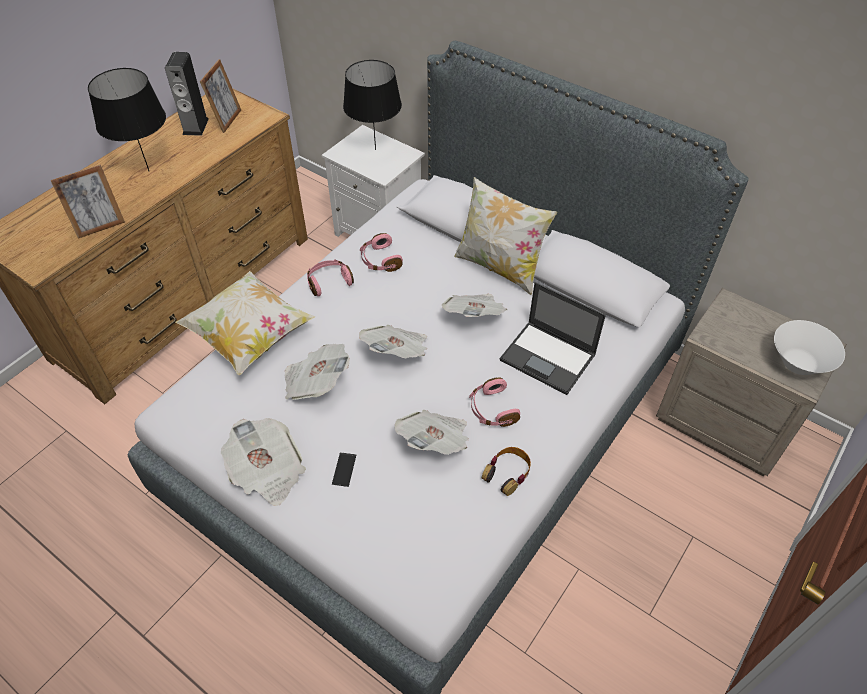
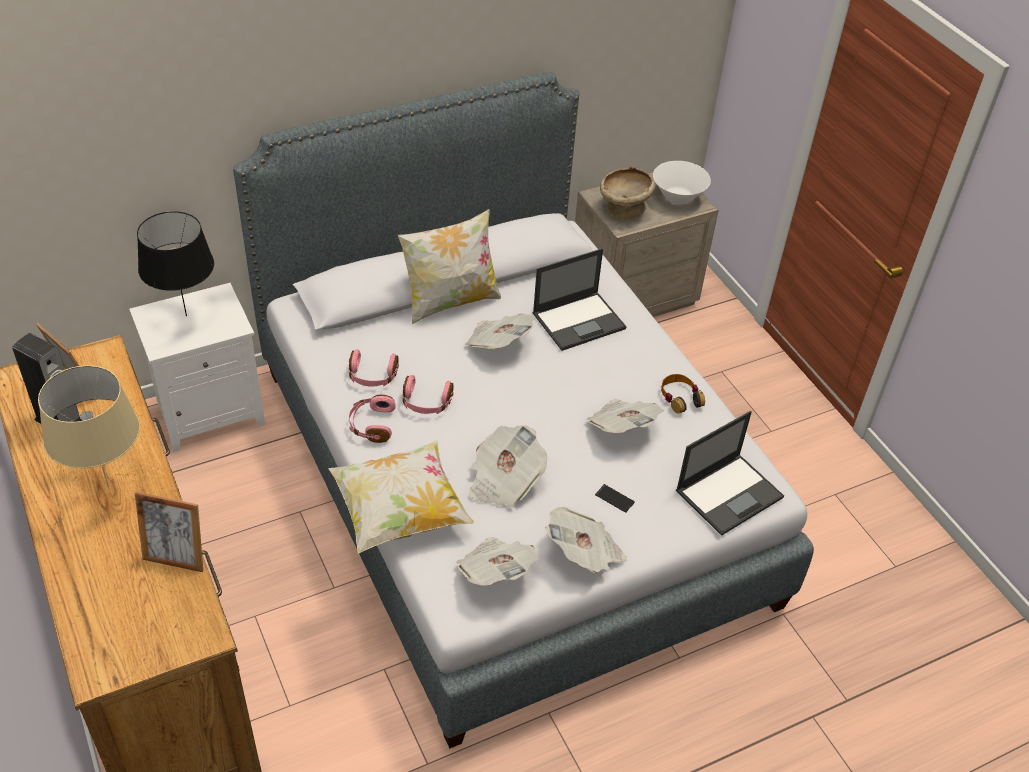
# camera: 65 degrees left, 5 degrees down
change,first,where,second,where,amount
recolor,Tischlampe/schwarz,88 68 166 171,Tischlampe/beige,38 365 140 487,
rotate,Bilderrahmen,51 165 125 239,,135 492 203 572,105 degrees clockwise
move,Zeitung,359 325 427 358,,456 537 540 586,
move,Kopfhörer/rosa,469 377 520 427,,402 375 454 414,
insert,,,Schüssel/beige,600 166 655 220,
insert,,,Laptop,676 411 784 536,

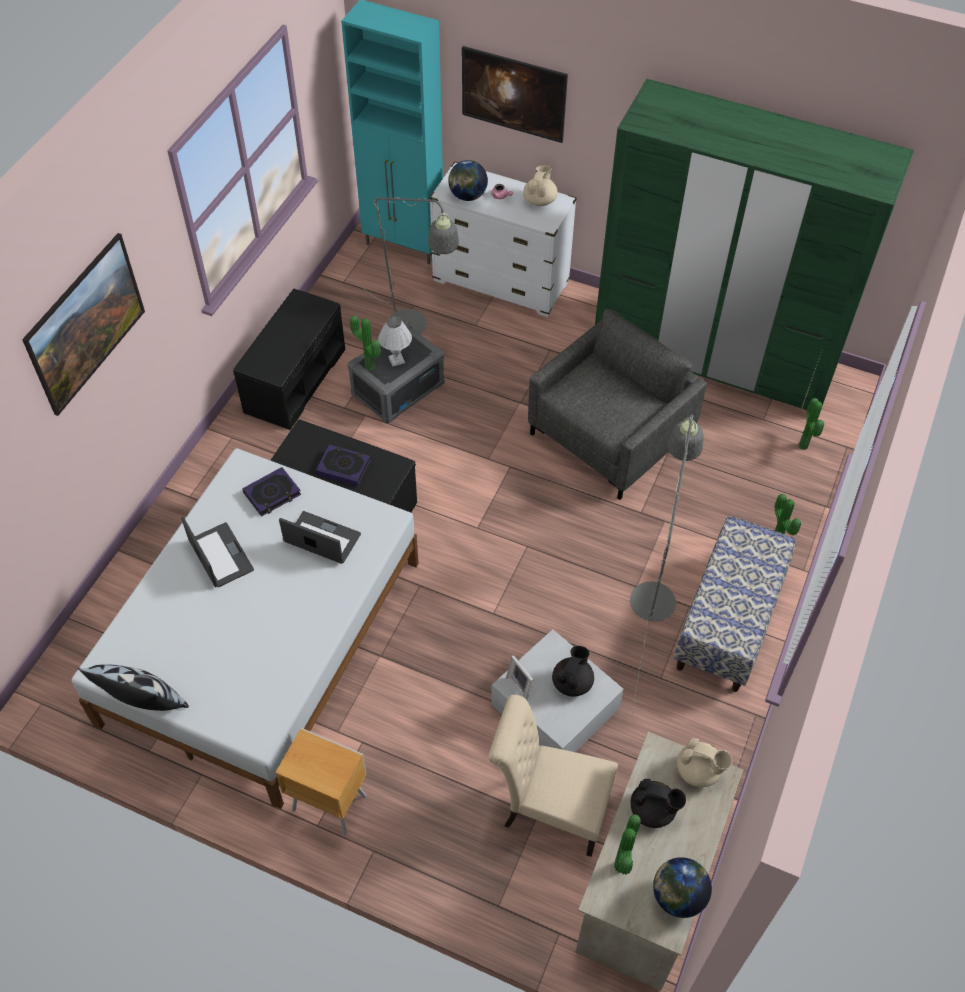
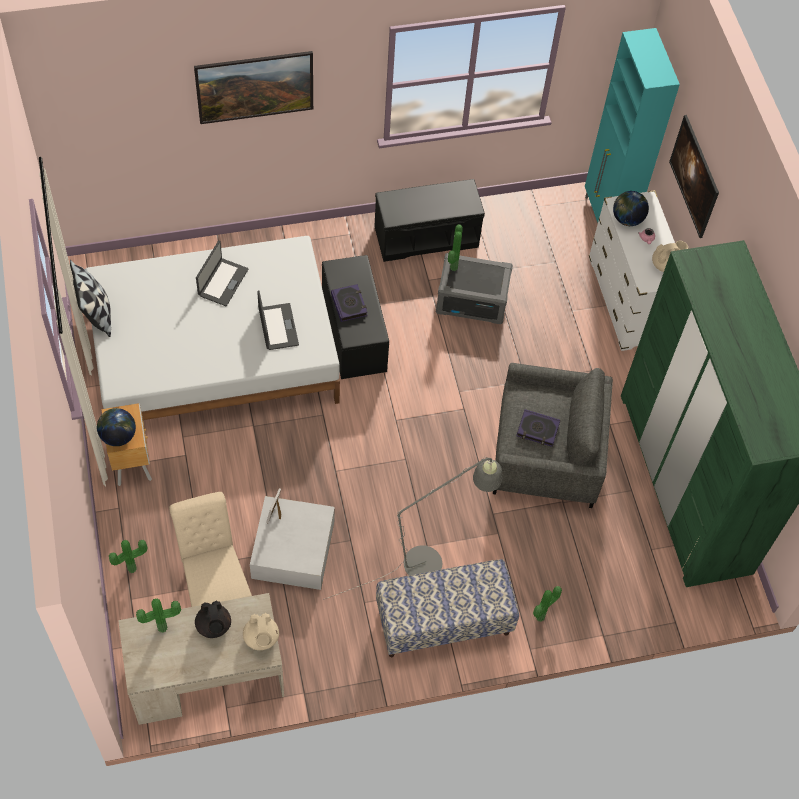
# camera: 50 degrees right, 5 degrees up
change,first,where,second,where,amount
delete,Stehlampe/grau,338 197 459 334,,,
delete,Tischlampe/weiß,378 317 412 367,,,
move,Topfpflanze,799 398 824 450,,109 540 148 573,
move,Buch,242 467 301 517,,516 409 561 447,
delete,Teekanne/schwarz,552 646 594 697,,,
move,Globus,653 857 712 918,,97 408 136 446,

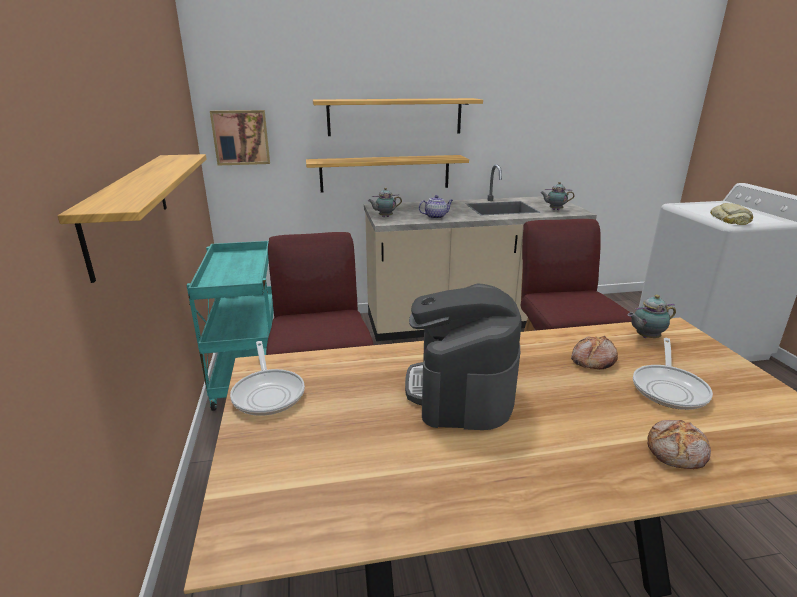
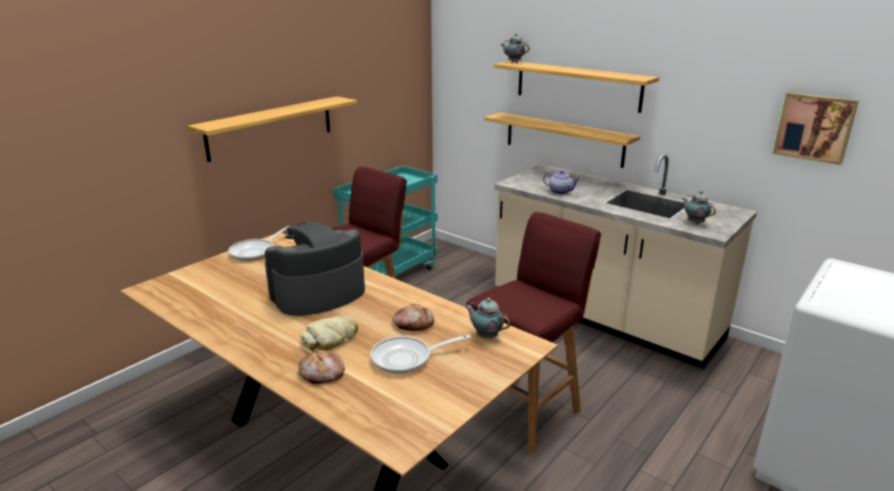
# camera: 50 degrees right, 0 degrees up
change,first,where,second,where,amount
move,Bild,210 110 270 165,,773 92 859 165,
move,Teekanne,368 188 402 217,,500 34 530 63,
move,Brot,710 203 753 225,,301 316 358 351,

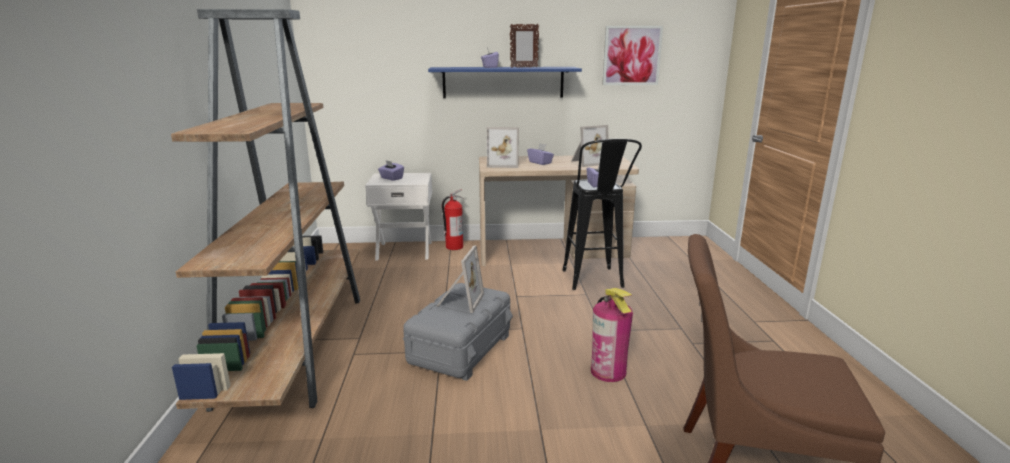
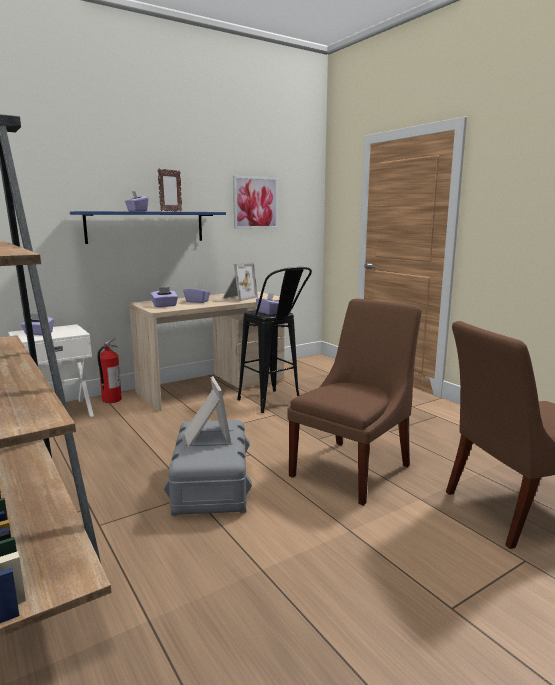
# camera: 30 degrees left, 5 degrees down
change,first,where,second,where,amount
replace,Bilderrahmen,487 127 519 168,Taschentuchbox/lila,150 287 178 307,
replace,Feuerlöscher,591 288 633 382,Stuhl/braun,287 298 422 506,

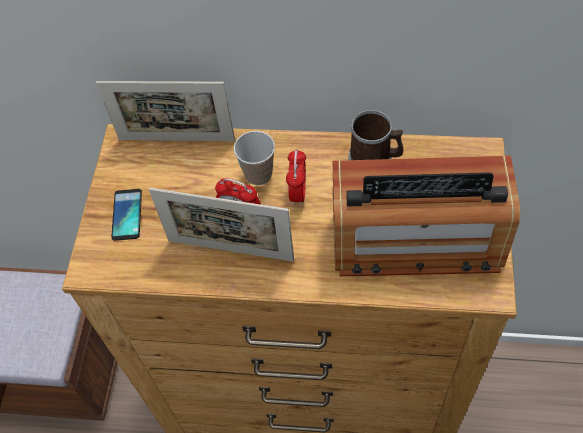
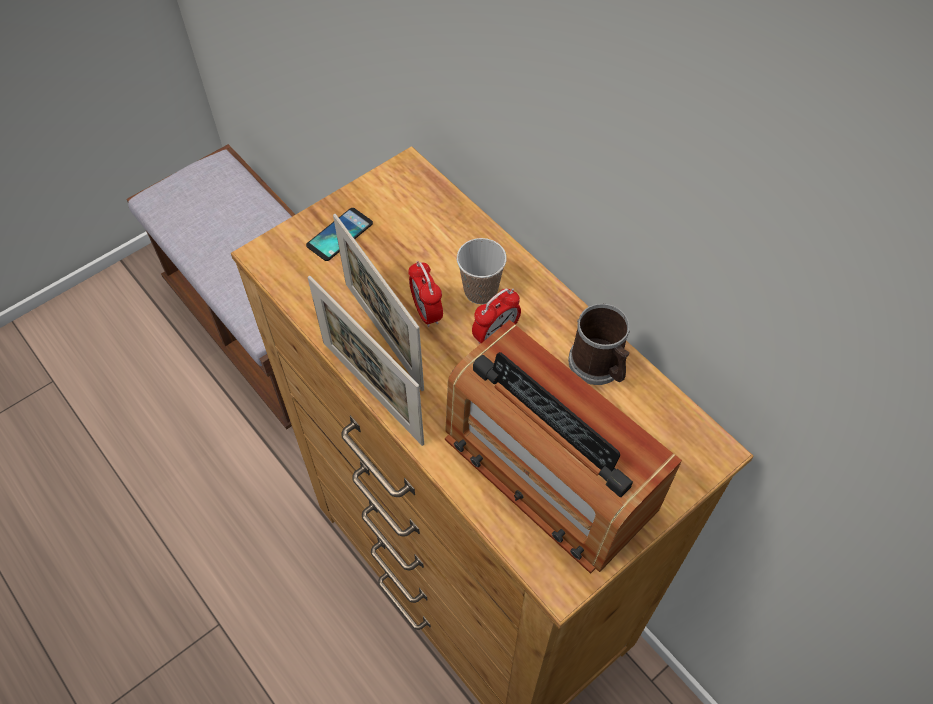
# camera: 40 degrees right, 0 degrees up
change,first,where,second,where,amount
move,Bilderrahmen,96 81 235 141,,308 276 424 446,

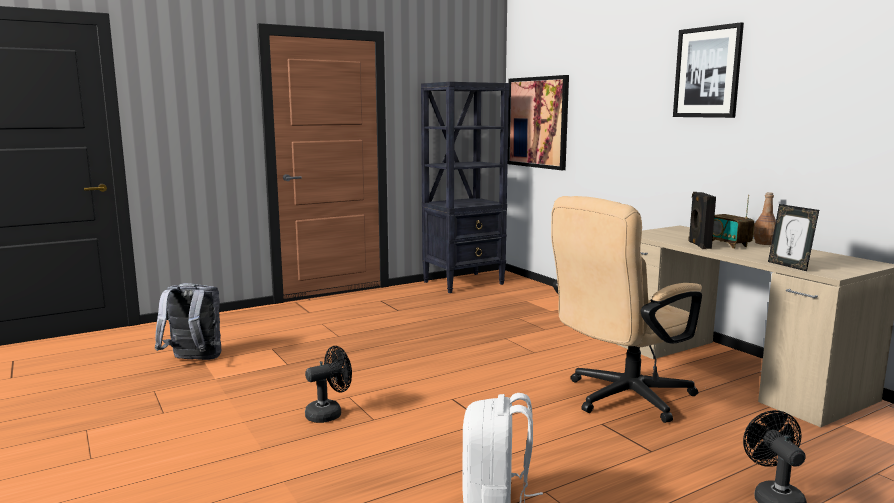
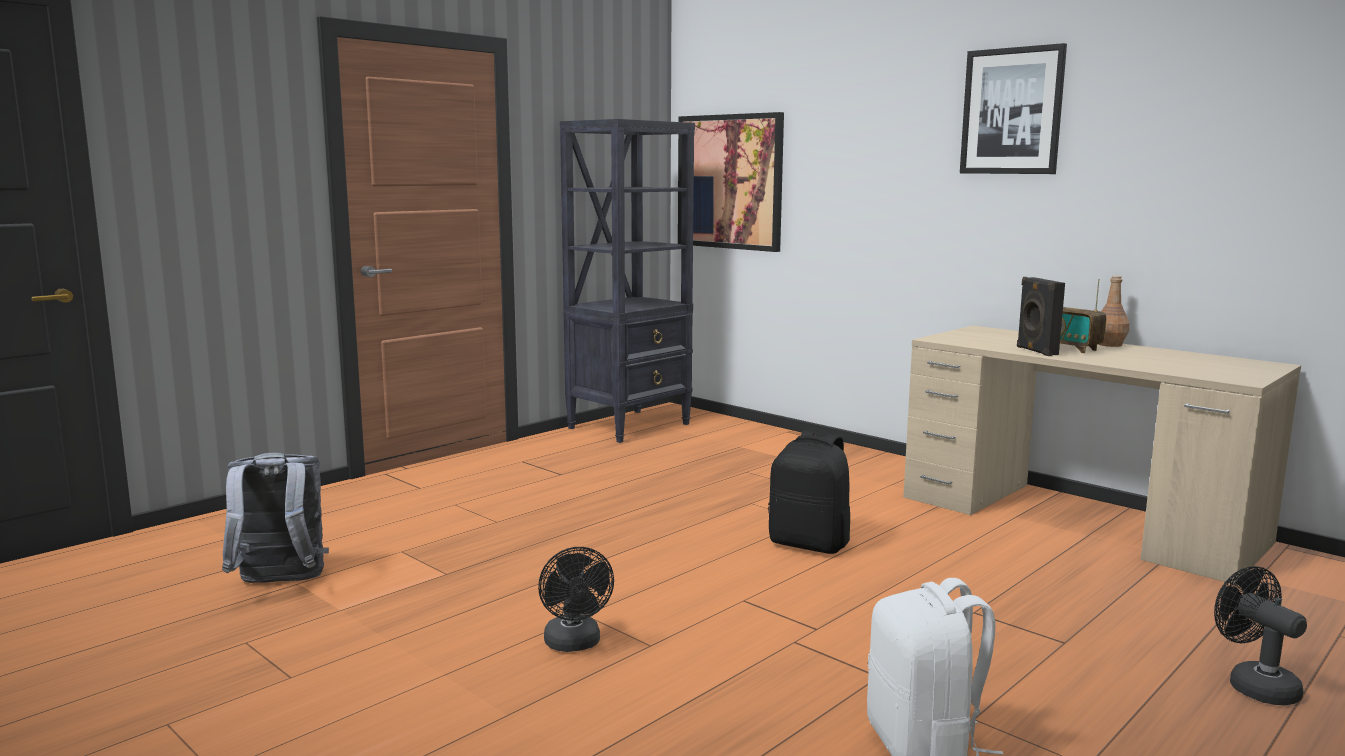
# camera: 15 degrees left, 0 degrees up
change,first,where,second,where,amount
delete,Bürostuhl/beige,551 196 702 423,,,
delete,Bilderrahmen,768 204 819 271,,,
rotate,Ventilator/schwarz,305 346 352 423,,538 547 614 652,120 degrees clockwise
insert,,,Rucksack/schwarz,768 431 850 554,

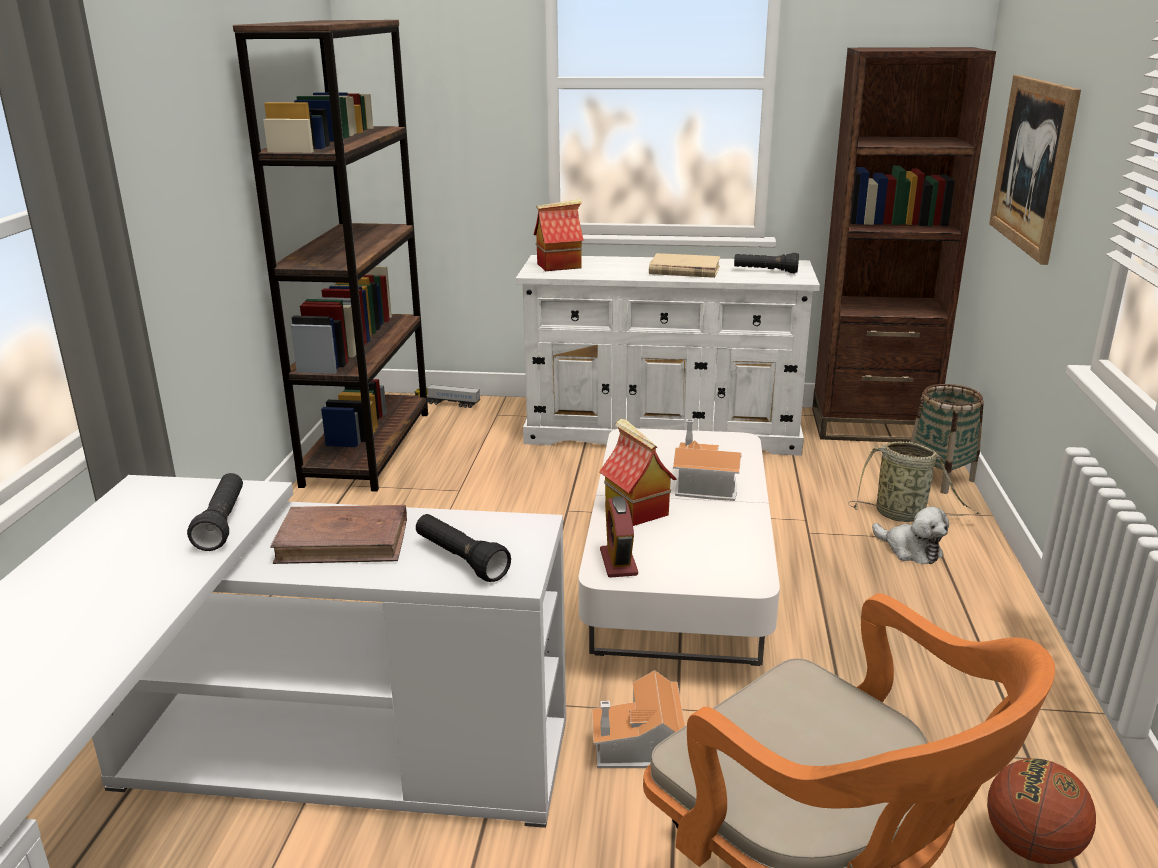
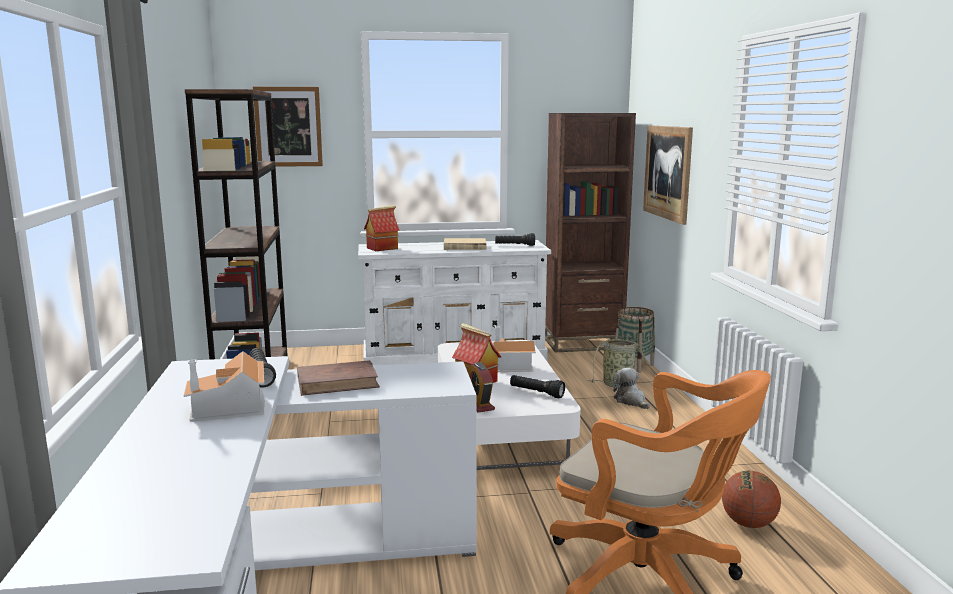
# camera: 15 degrees left, 10 degrees down
change,first,where,second,where,amount
delete,Spielzeuglaster,414 384 480 408,,,
rotate,Plüschtier,872 507 949 564,,614 368 650 409,150 degrees counterclockwise
move,Taschenlampe/schwarz,416 514 511 582,,510 375 565 398,
move,Spielzeughaus,592 670 685 768,,184 351 264 422,
insert,,,Bild,253 87 323 167,

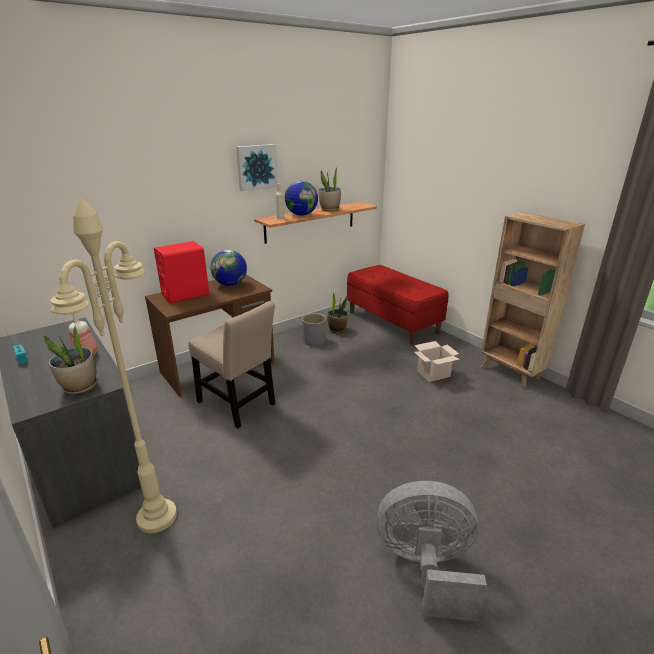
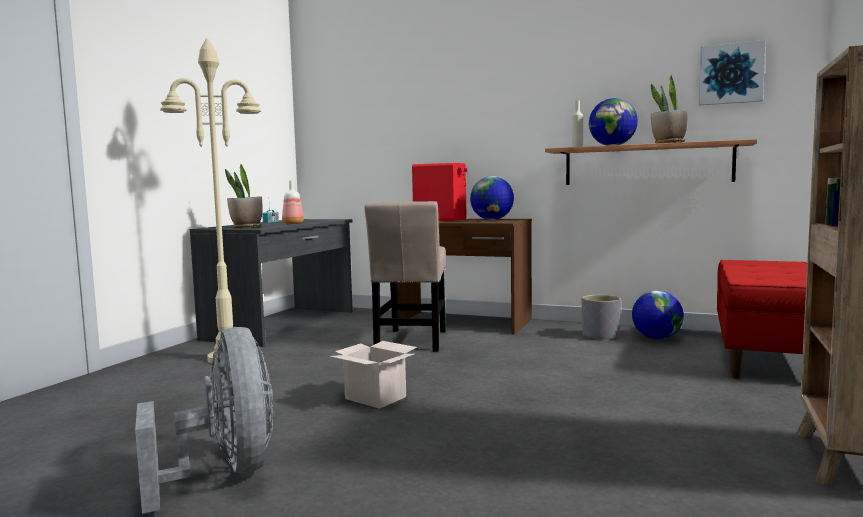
# camera: 60 degrees right, 20 degrees down
change,first,where,second,where,amount
move,Bild,236 144 278 192,,699 40 765 105,
replace,Topfpflanze,328 292 348 334,Globus,632 291 684 340,
move,Karton,414 341 460 382,,329 341 417 409,

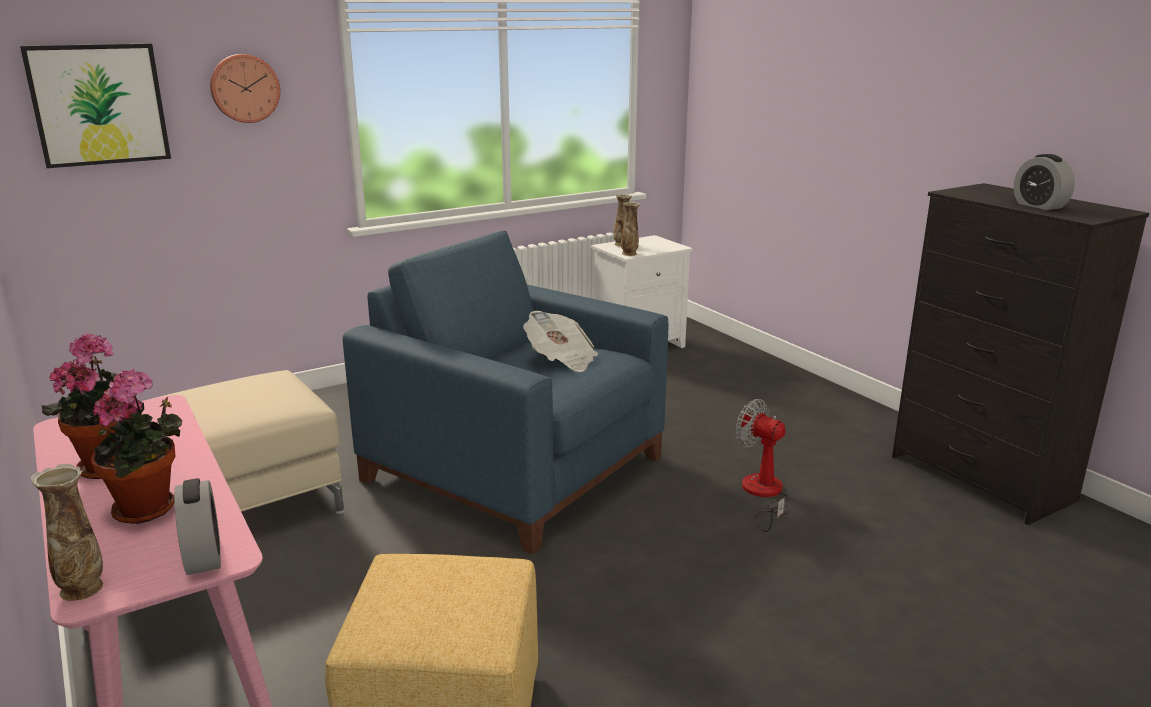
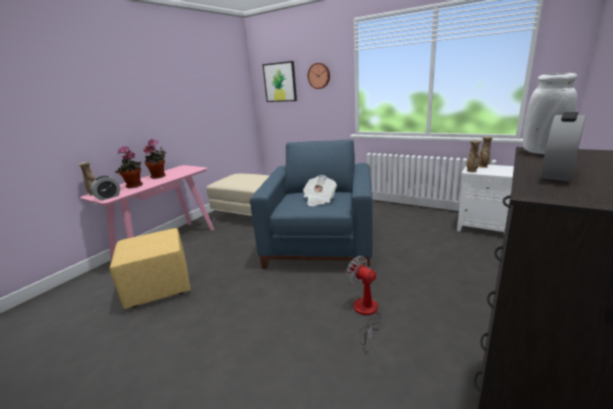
# camera: 65 degrees right, 0 degrees up
change,first,where,second,where,amount
rotate,Ventilator,736 399 791 532,,346 256 381 346,60 degrees counterclockwise
insert,,,Vase/weiß,523 73 577 154,

